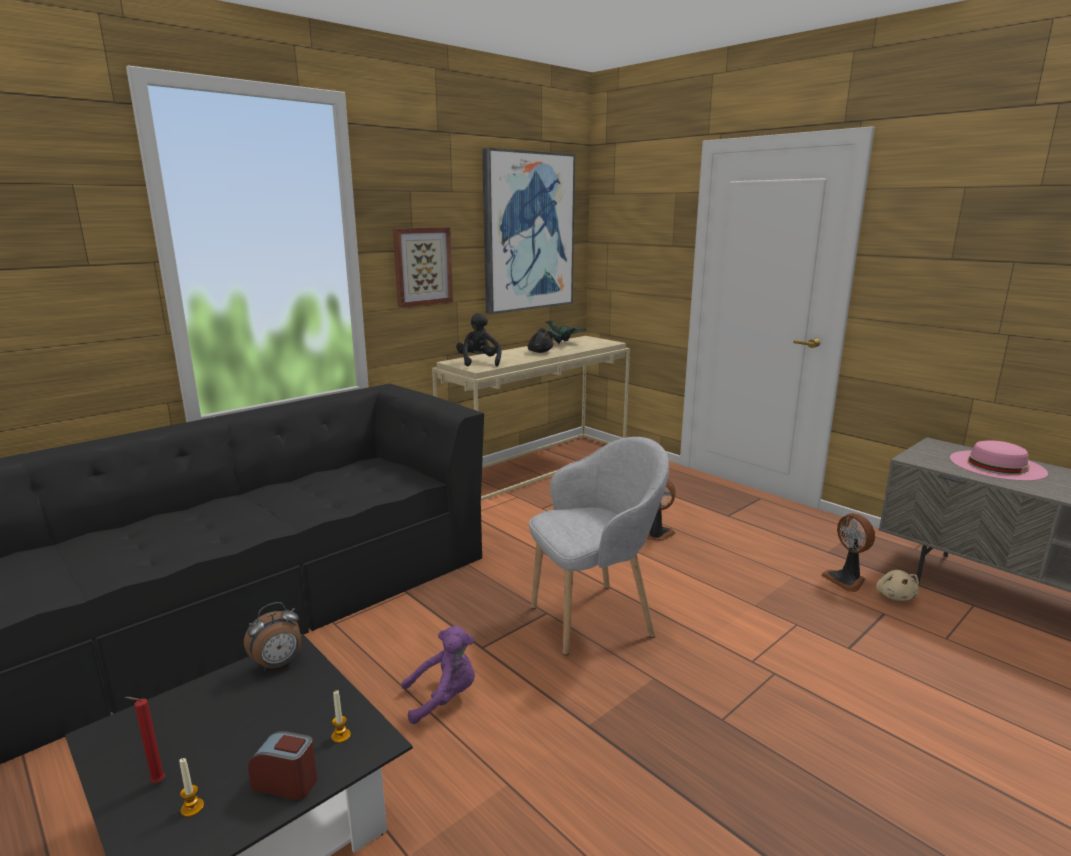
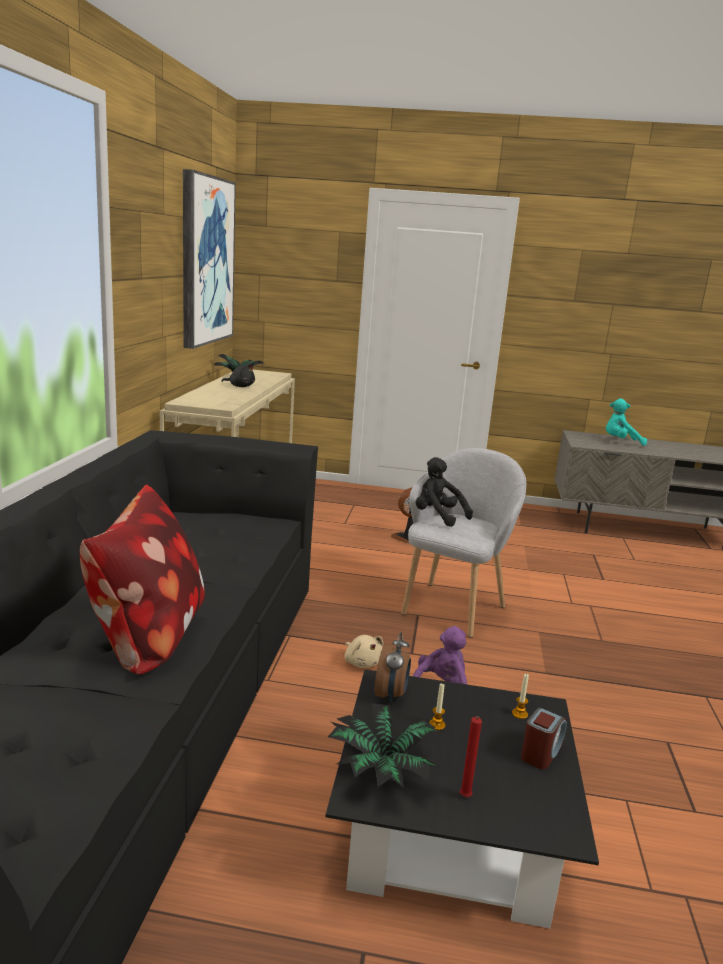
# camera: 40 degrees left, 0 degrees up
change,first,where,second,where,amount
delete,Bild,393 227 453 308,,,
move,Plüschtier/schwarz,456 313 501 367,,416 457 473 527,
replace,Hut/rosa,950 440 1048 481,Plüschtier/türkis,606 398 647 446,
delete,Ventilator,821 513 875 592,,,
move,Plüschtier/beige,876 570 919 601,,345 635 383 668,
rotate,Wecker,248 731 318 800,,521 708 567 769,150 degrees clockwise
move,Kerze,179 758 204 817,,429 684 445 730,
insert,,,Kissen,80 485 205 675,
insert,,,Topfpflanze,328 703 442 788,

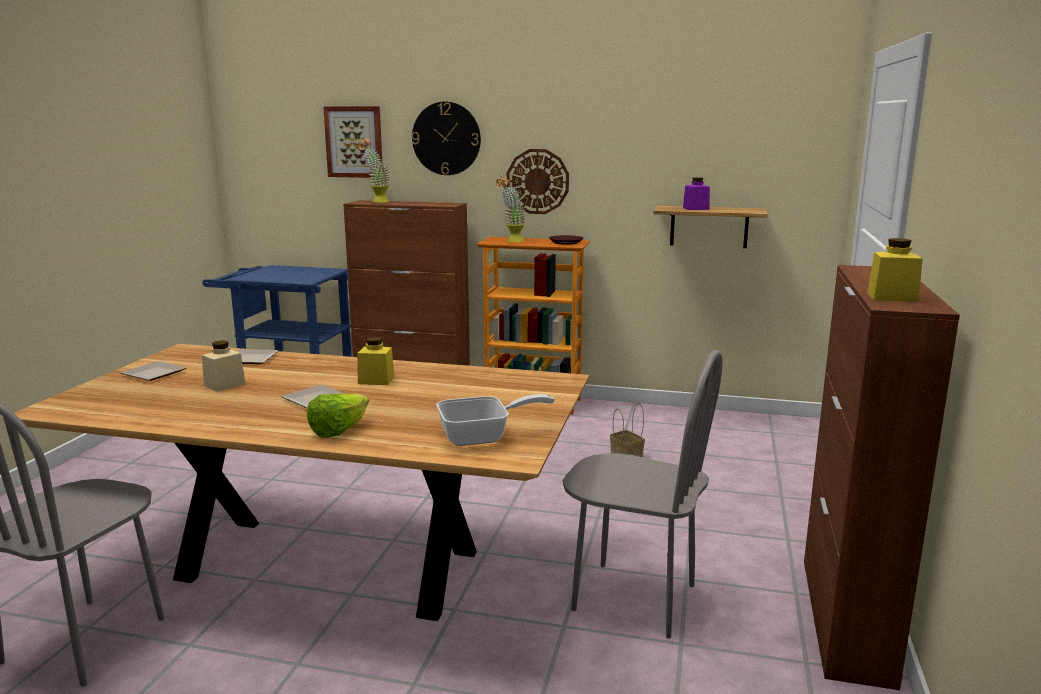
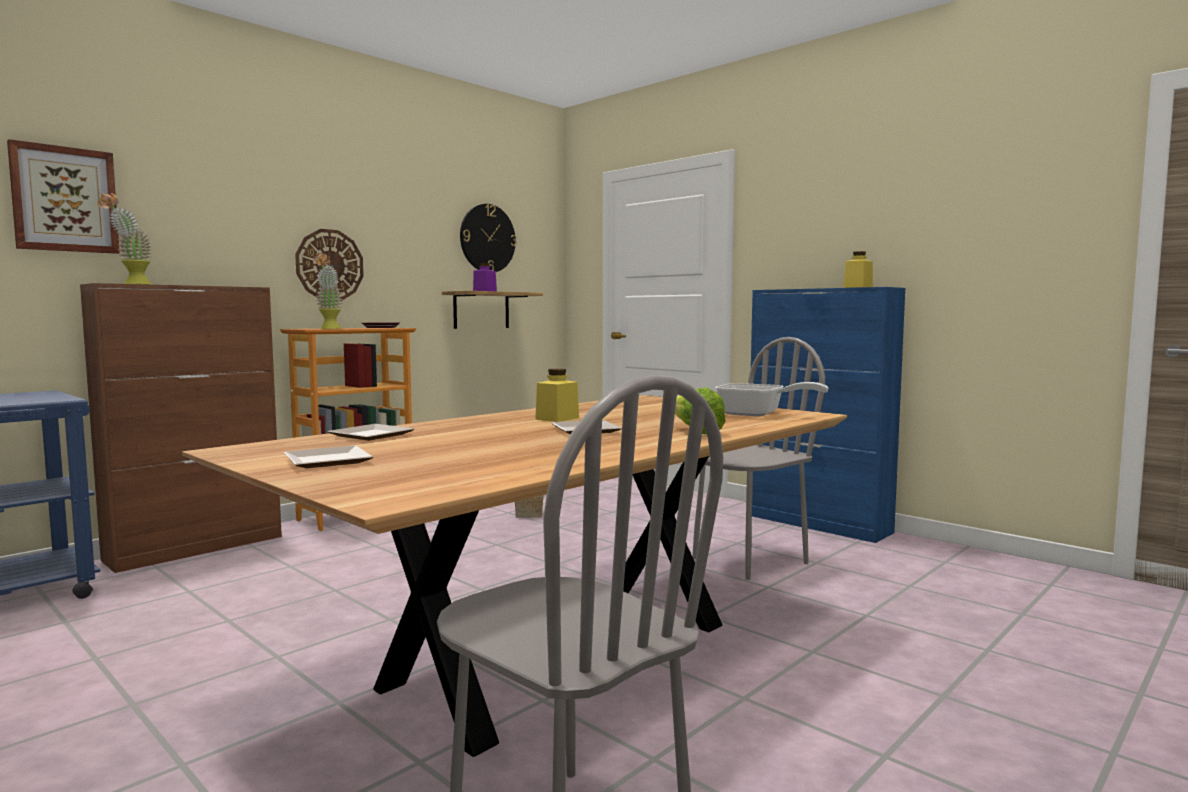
# camera: 60 degrees left, 10 degrees down
change,first,where,second,where,amount
move,Wanduhr,412 102 481 175,,460 204 517 272,
recolor,Schrank/braun,804 265 960 690,Schrank/blau,751 287 905 543,
delete,Vorratsglas/beige,202 340 246 392,,,
rotate,Pfanne,436 394 555 446,,715 382 829 417,105 degrees clockwise

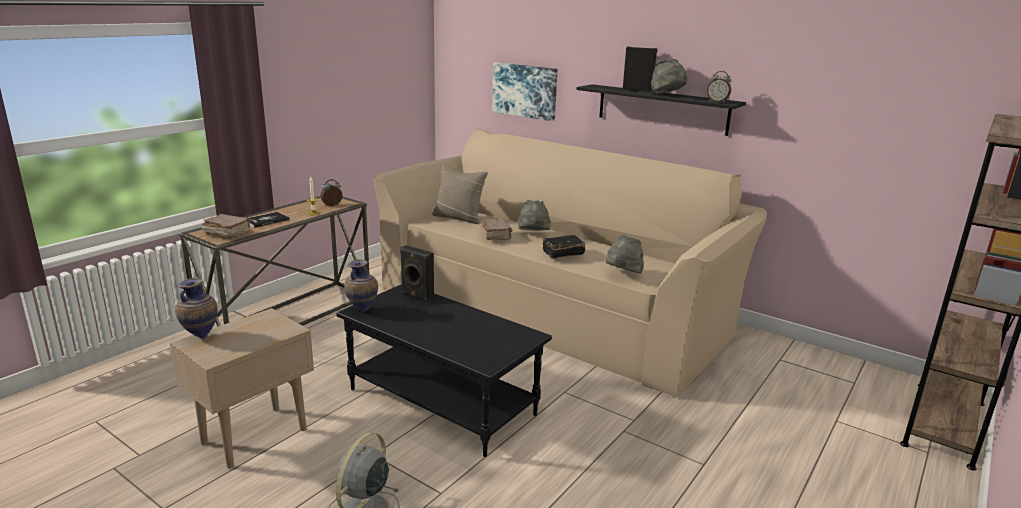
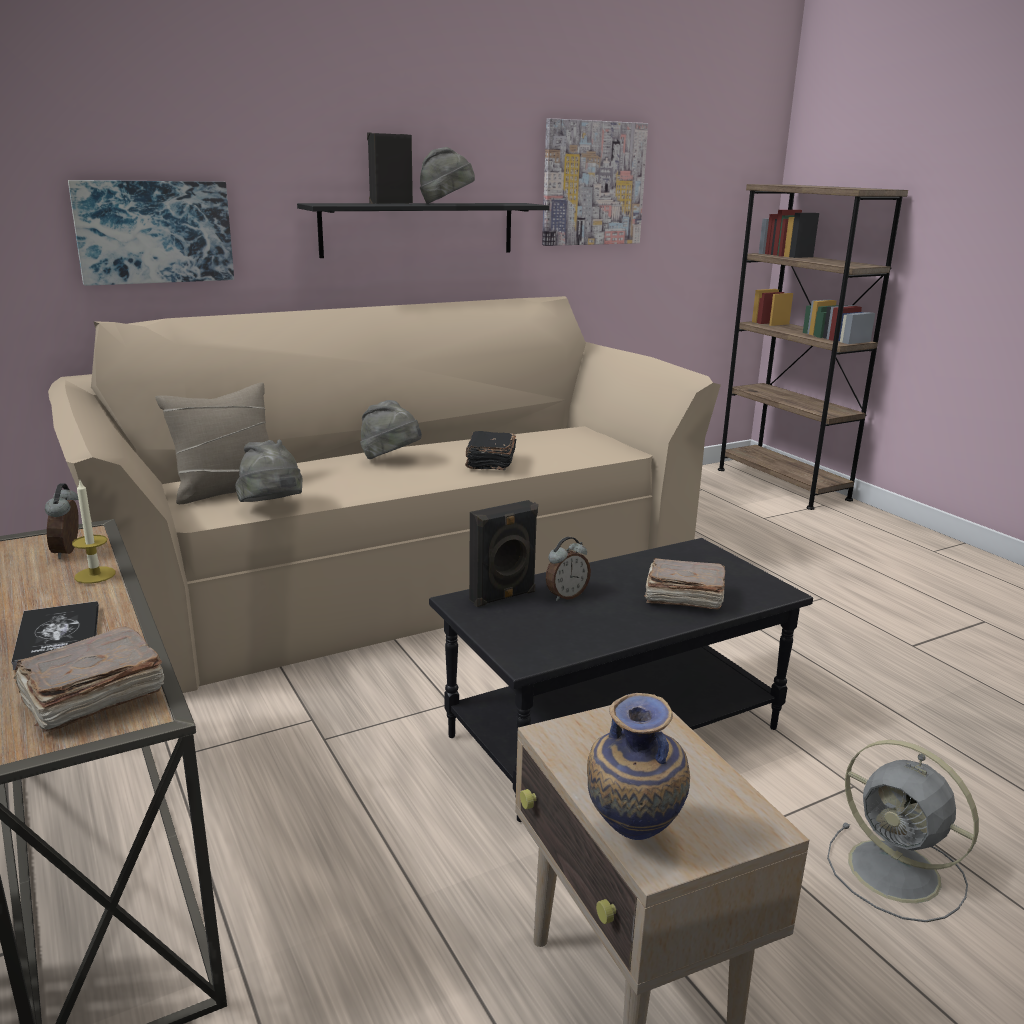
# camera: 65 degrees left, 0 degrees up
change,first,where,second,where,amount
move,Wecker,707 71 731 103,,545 537 591 601,
move,Buch/braun,481 218 513 240,,644 558 725 609,
move,Hut/grau,606 235 644 274,,235 440 303 502,
delete,Vase,344 259 378 312,,,
insert,,,Bild,542 118 648 246,

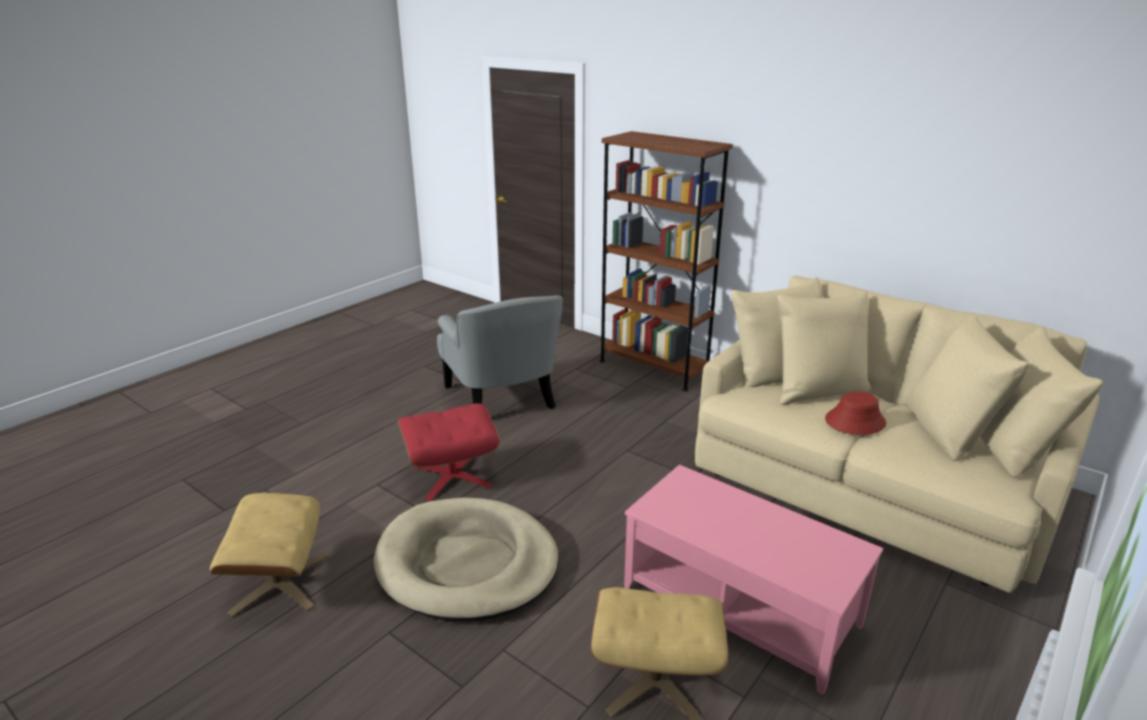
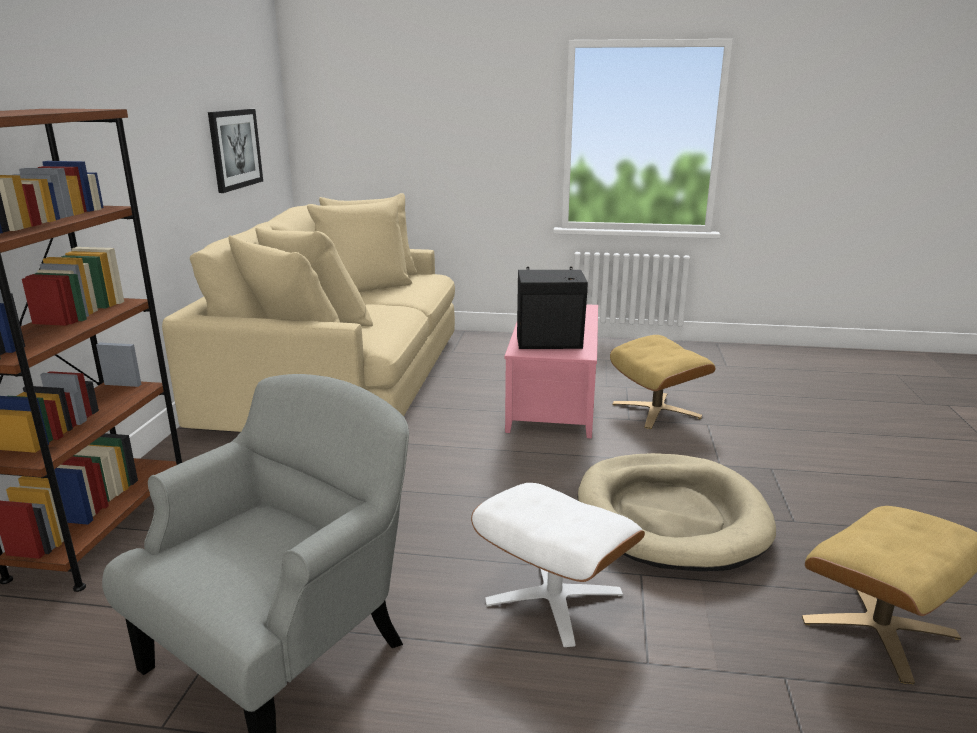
# camera: 120 degrees left, 5 degrees down
change,first,where,second,where,amount
delete,Hut/rot,825 391 886 435,,,
recolor,Polsterhocker/rot,397 403 500 501,Polsterhocker/weiß,471 483 645 647,
insert,,,Bild,208 109 263 193,
insert,,,Lautsprecher/schwarz,517 267 588 349,

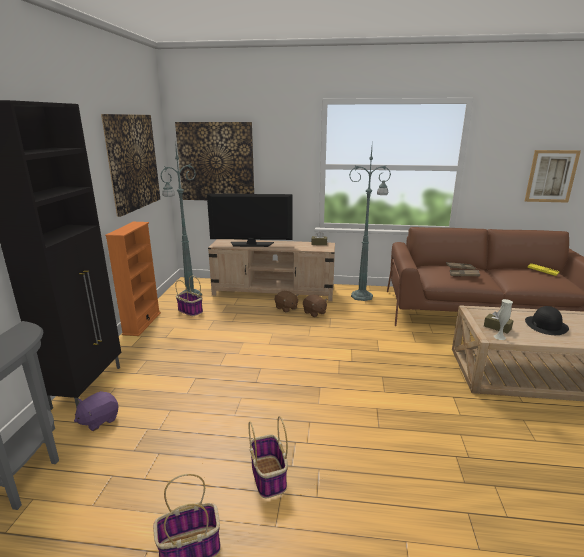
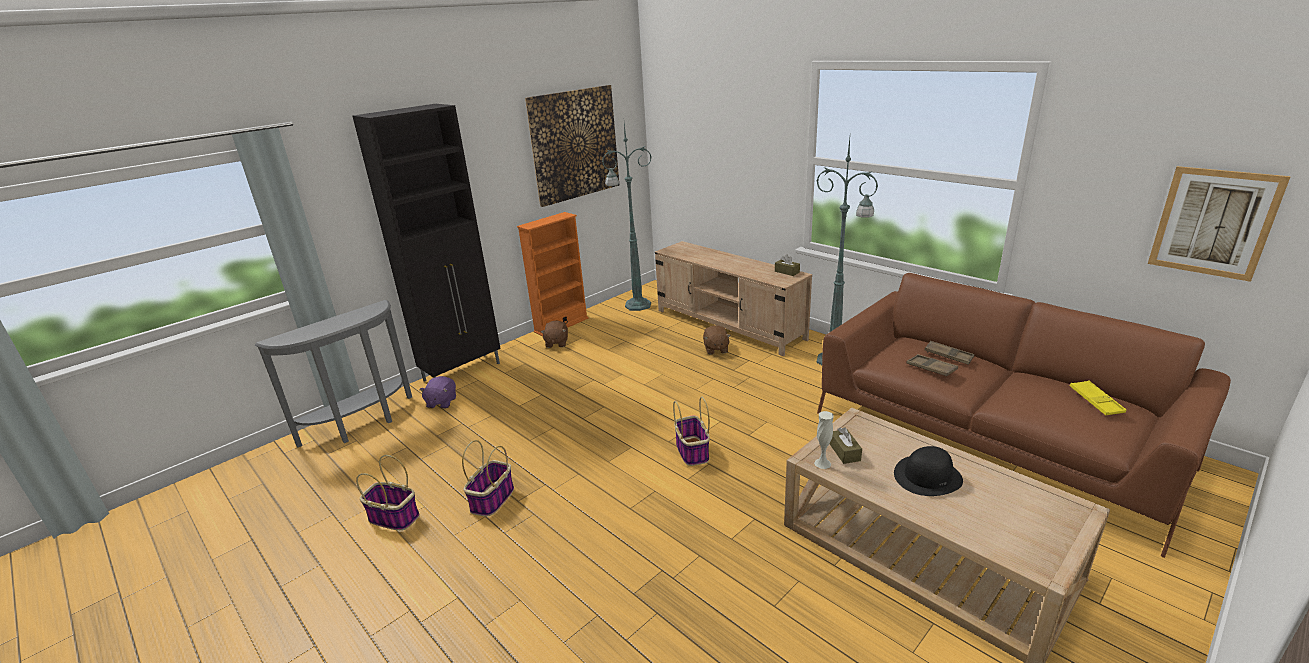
# camera: 40 degrees right, 5 degrees up
change,first,where,second,where,amount
delete,Bild,175 122 254 200,,,
delete,Fernseher,207 194 292 247,,,
move,Korb,175 275 203 316,,673 396 710 466,
move,Plüschtier/braun,303 295 328 317,,541 320 568 348,
rotate,Plüschtier/lila,74 391 119 431,,419 376 456 409,75 degrees counterclockwise

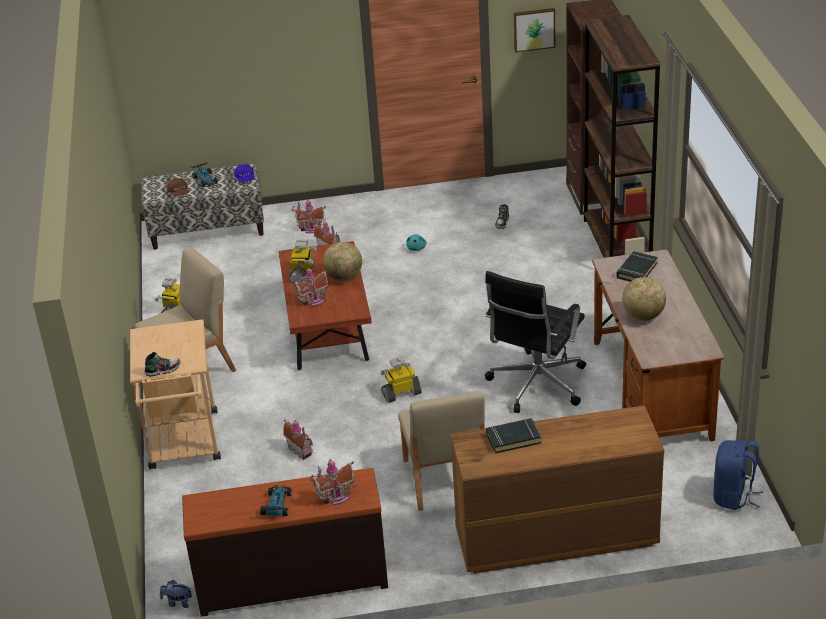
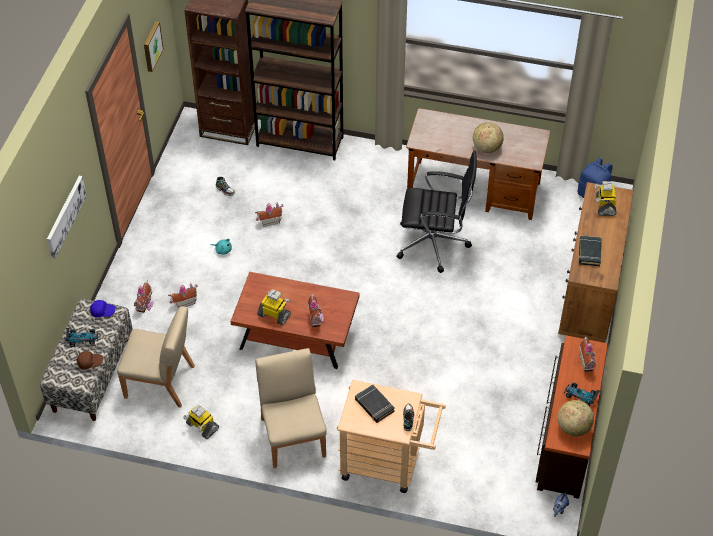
# camera: 70 degrees left, 15 degrees up
change,first,where,second,where,amount
move,Globus,323 242 362 281,,558 400 594 436,
move,Buch/schwarz,616 251 658 282,,355 384 395 423,
rotate,Bürostuhl/schwarz,485 271 586 413,,397 151 477 273,45 degrees counterclockwise
move,Spielzeugroboter,381 357 422 403,,595 181 617 216,
move,Stuhl/beige,398 391 485 511,,117 306 195 407,
move,Spielzeughaus,283 420 313 460,,255 202 283 227,
insert,,,Bild,47 176 87 258,

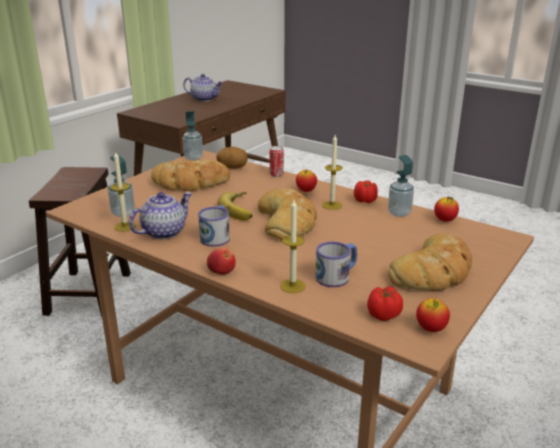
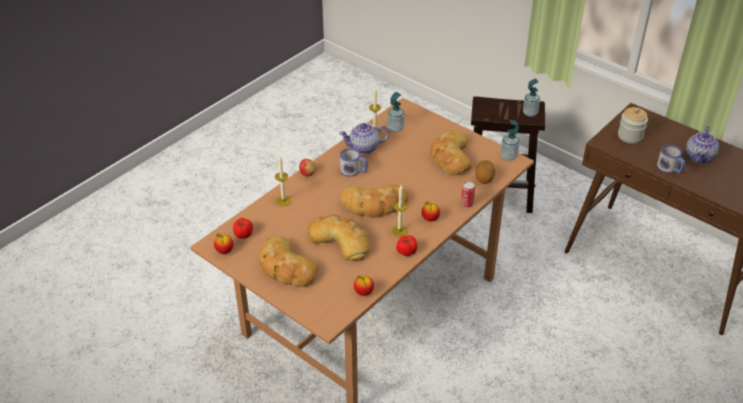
# camera: 95 degrees right, 15 degrees up
change,first,where,second,where,amount
move,Seifenspender,388 155 414 217,,523 78 540 117,
rotate,Teekanne,129 192 192 239,,339 123 389 154,120 degrees clockwise
delete,Banane,218 192 253 221,,,
move,Henkelbecher,315 242 357 287,,657 145 685 173,
insert,,,Vorratsglas,618 107 648 143,
insert,,,Brot,308 215 370 261,

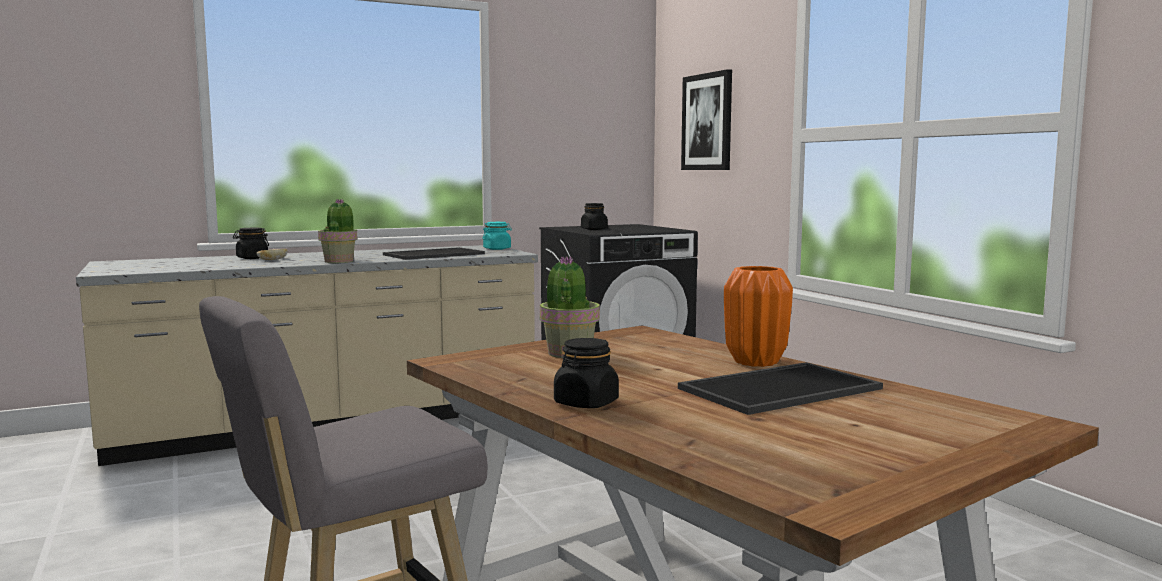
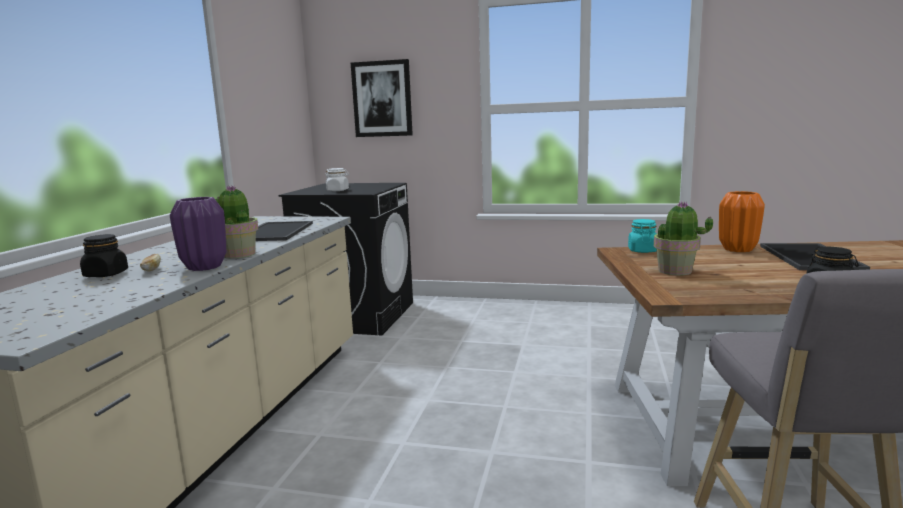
# camera: 50 degrees left, 5 degrees up
change,first,where,second,where,amount
recolor,Vorratsglas/schwarz,581 203 608 230,Vorratsglas/weiß,325 168 349 191,
move,Vorratsglas/türkis,482 222 512 250,,628 219 657 253,
insert,,,Vase/lila,170 197 226 271,

